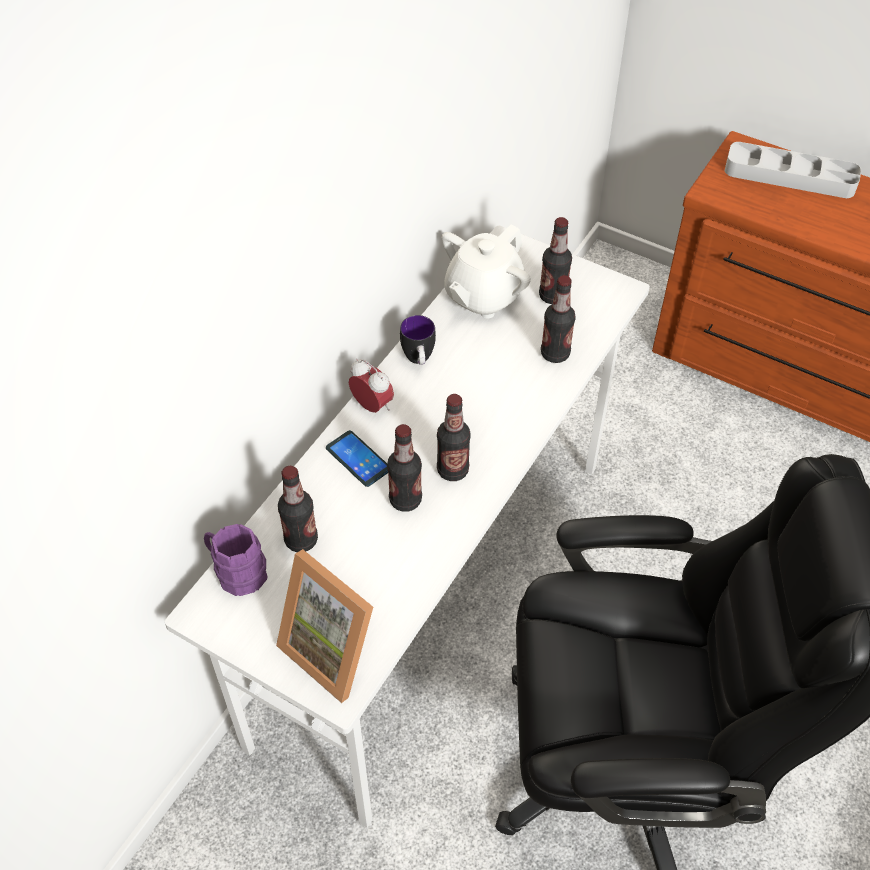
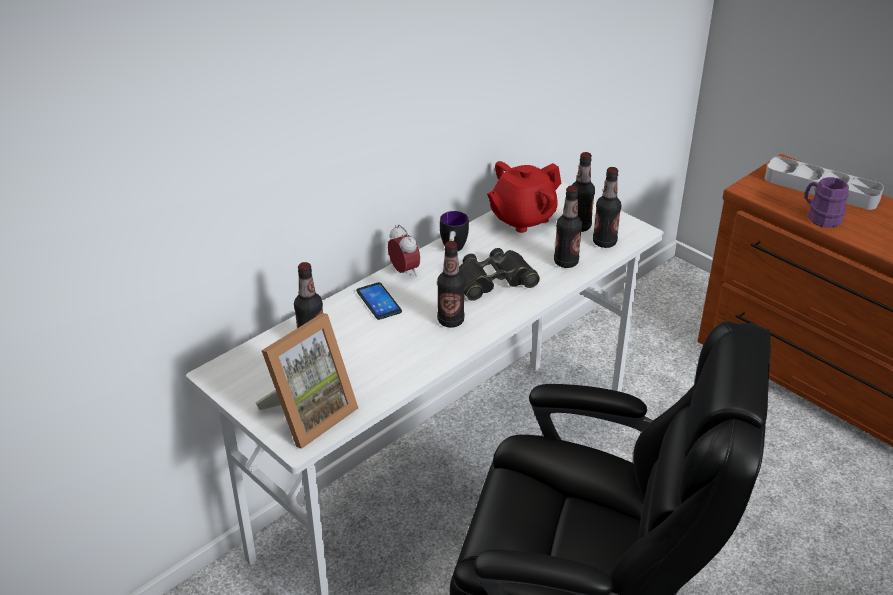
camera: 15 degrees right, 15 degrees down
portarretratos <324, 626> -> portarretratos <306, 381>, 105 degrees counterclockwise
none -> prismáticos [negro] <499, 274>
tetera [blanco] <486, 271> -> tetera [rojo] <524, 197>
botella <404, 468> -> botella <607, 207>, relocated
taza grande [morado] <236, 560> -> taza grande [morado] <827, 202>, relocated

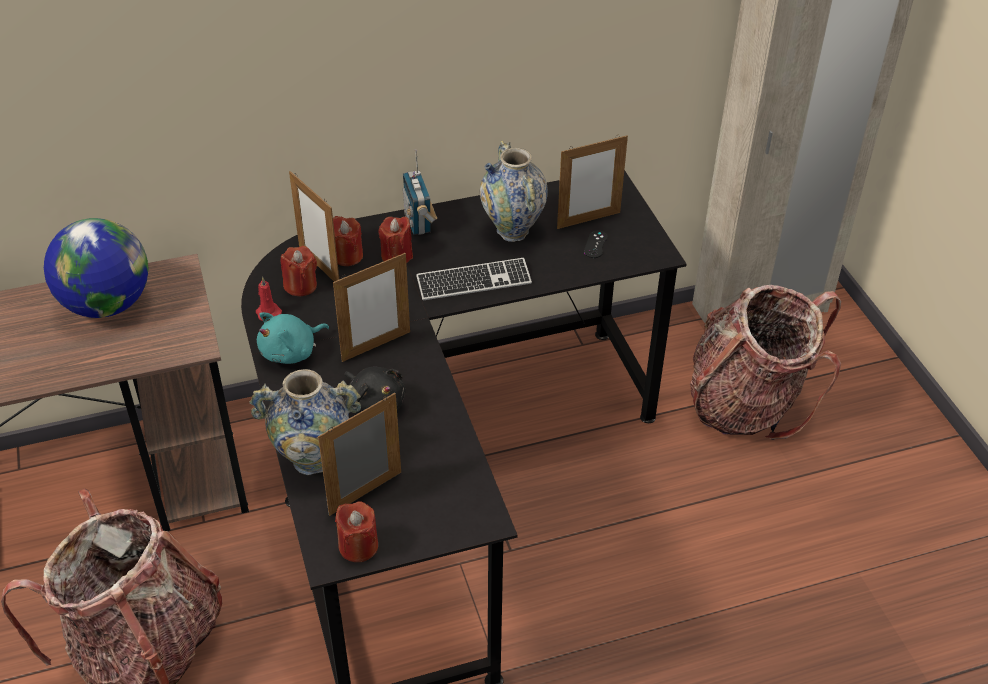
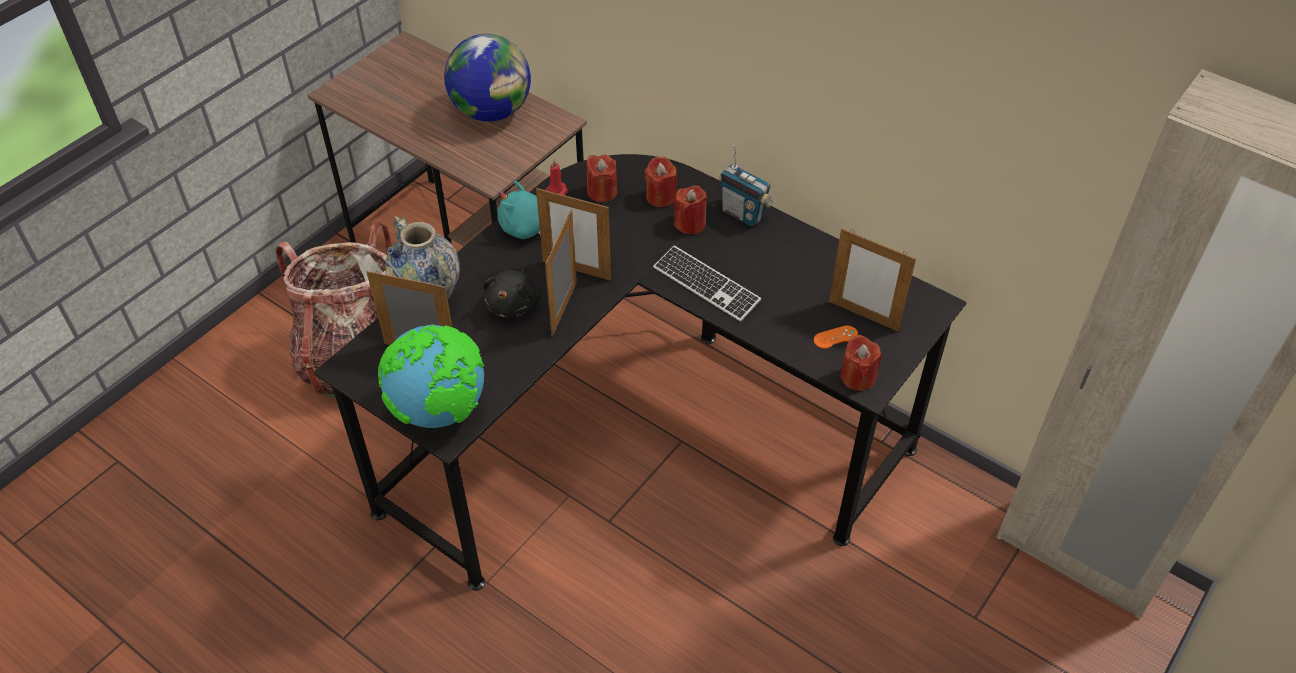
camera: 55 degrees right, 5 degrees up
none -> globo terráqueo <431, 376>
portarretratos <314, 226> -> portarretratos <561, 272>, relocated
radio <420, 192> -> radio <746, 185>, 90 degrees counterclockwise
mando de consola [negro] <596, 244> -> mando de consola [naranja] <836, 337>
vela [rojo] <356, 531> -> vela [rojo] <861, 363>, relocated
florero <514, 191> -> none
mochila <765, 362> -> none

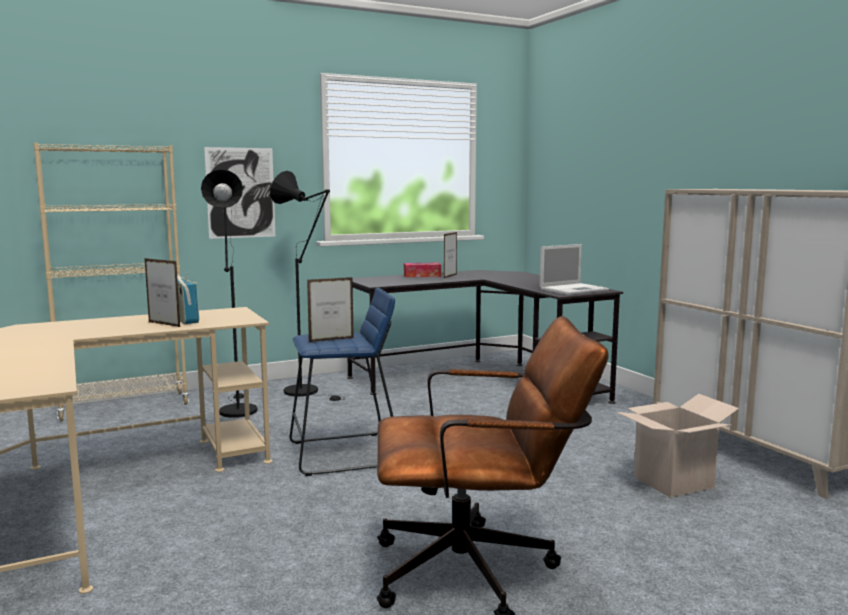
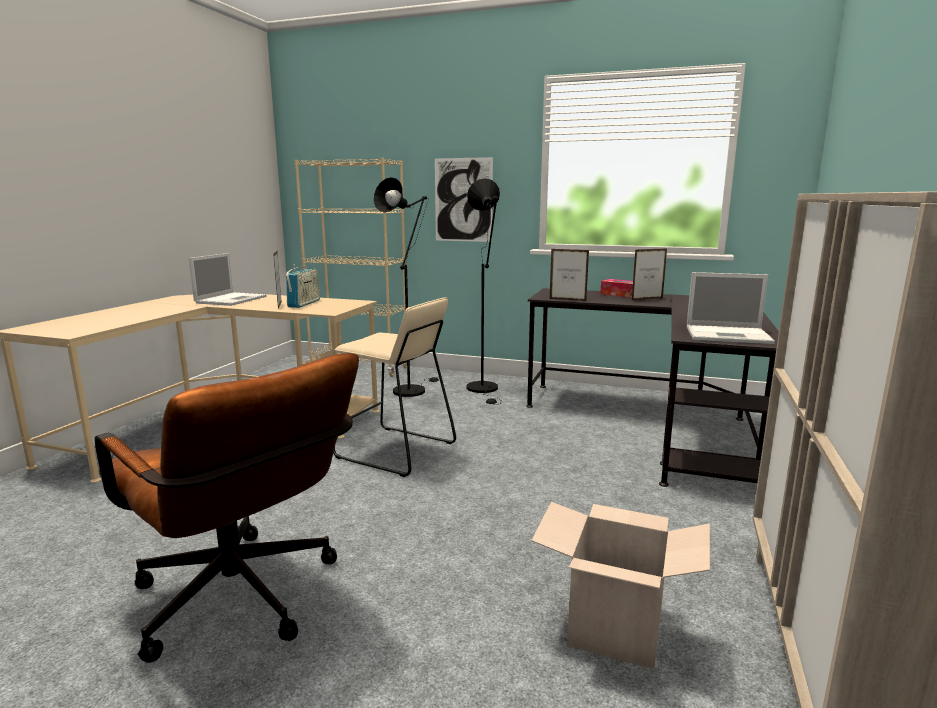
camera: 45 degrees right, 5 degrees up
none -> portátil <228, 279>
taburete [azul] <342, 382> -> taburete [beis] <394, 387>
portarretratos <330, 309> -> portarretratos <569, 275>, relocated

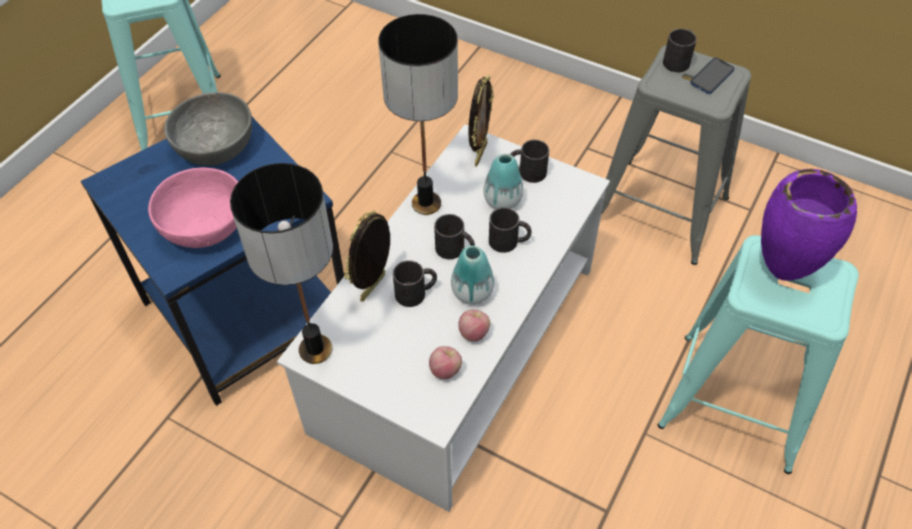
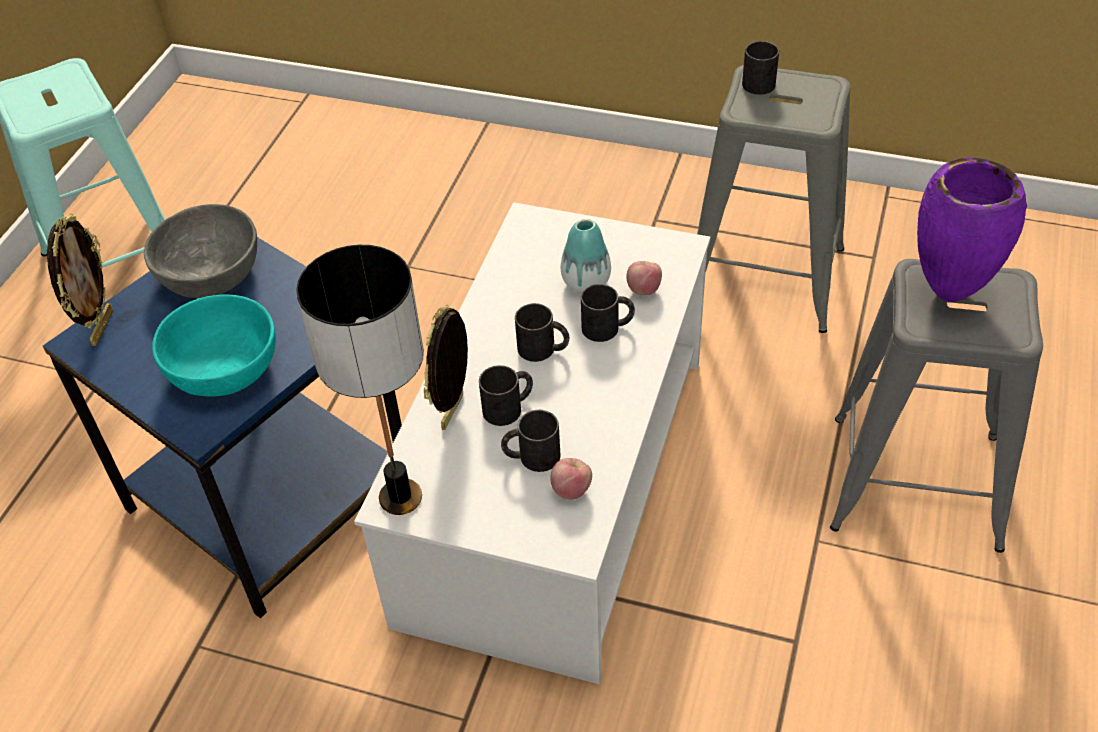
camera: 10 degrees left, 5 degrees down
portarretratos <480, 120> -> portarretratos <80, 280>, relocated
cuenco [rosa] <193, 208> -> cuenco [turquesa] <214, 345>
taza grande [negro] <529, 161> -> taza grande [negro] <530, 441>, relocated
manzana <474, 325> -> manzana <644, 278>, relocated
taburete [turquesa] <758, 354> -> taburete [gris] <936, 406>
lámpara de mesa <418, 114> -> none
florero <472, 275> -> none
móvil <712, 76> -> none

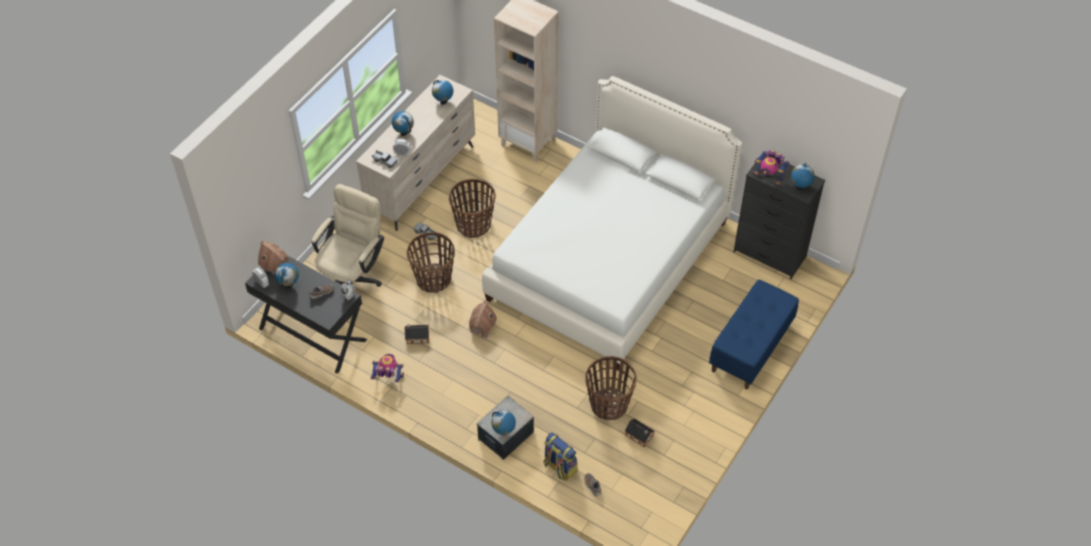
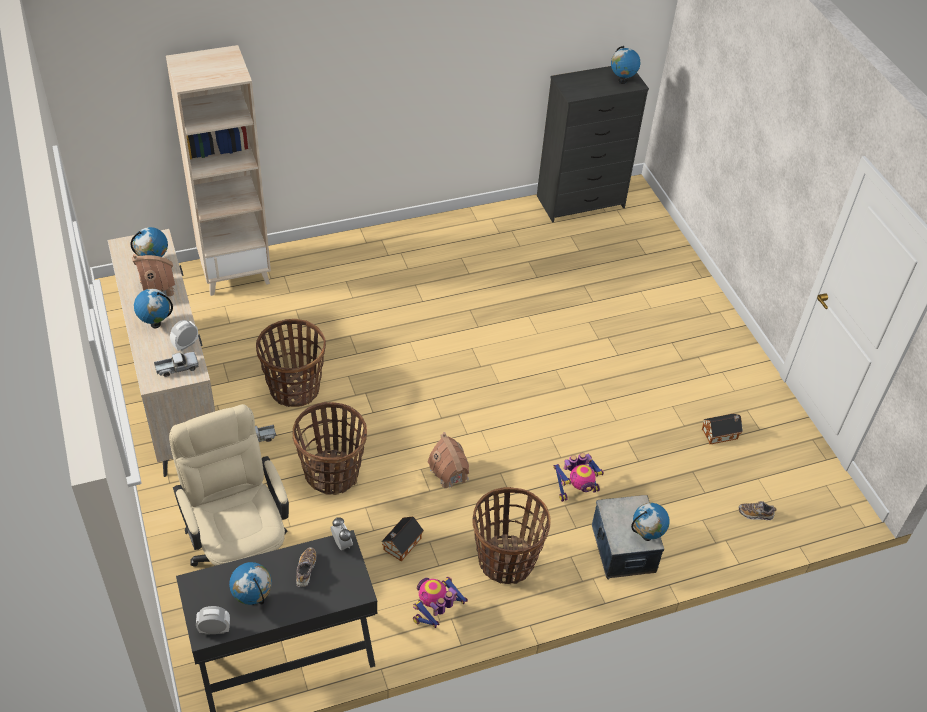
camera: 55 degrees left, 5 degrees down
casita <273, 257> -> casita <154, 275>, relocated
cesta <610, 388> -> cesta <511, 535>, relocated
robot de juguete <771, 168> -> robot de juguete <578, 477>, relocated
cama [blanco] <612, 222> -> none
mochila <561, 456> -> none
banco [azul] <754, 334> -> none

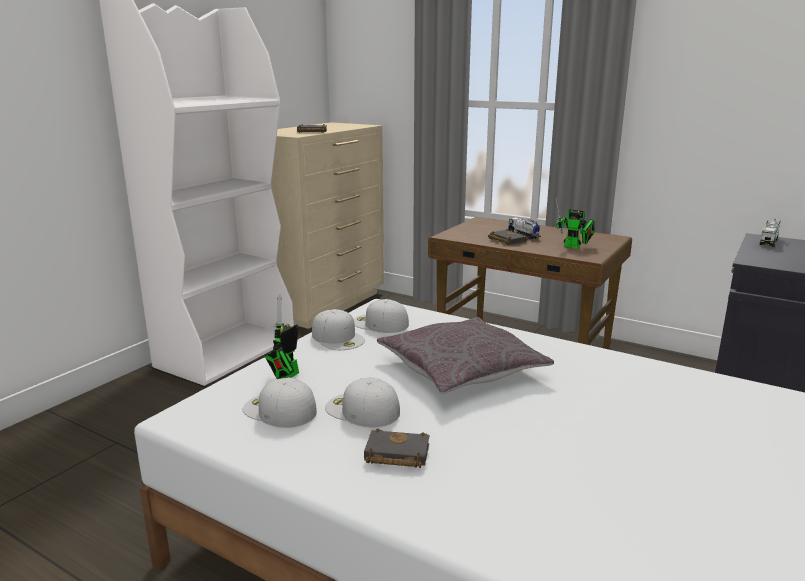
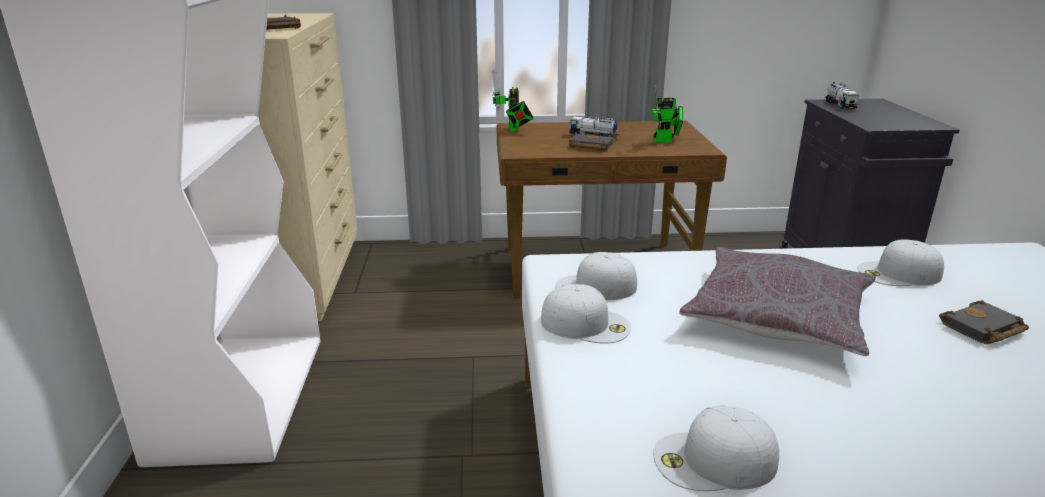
camera: 35 degrees left, 5 degrees up
robot de juguete <282, 336> -> robot de juguete <512, 100>, relocated
gorra [blanco] <362, 402> -> gorra [blanco] <900, 262>, relocated
libro [negro] <396, 448> -> libro [negro] <984, 322>, relocated

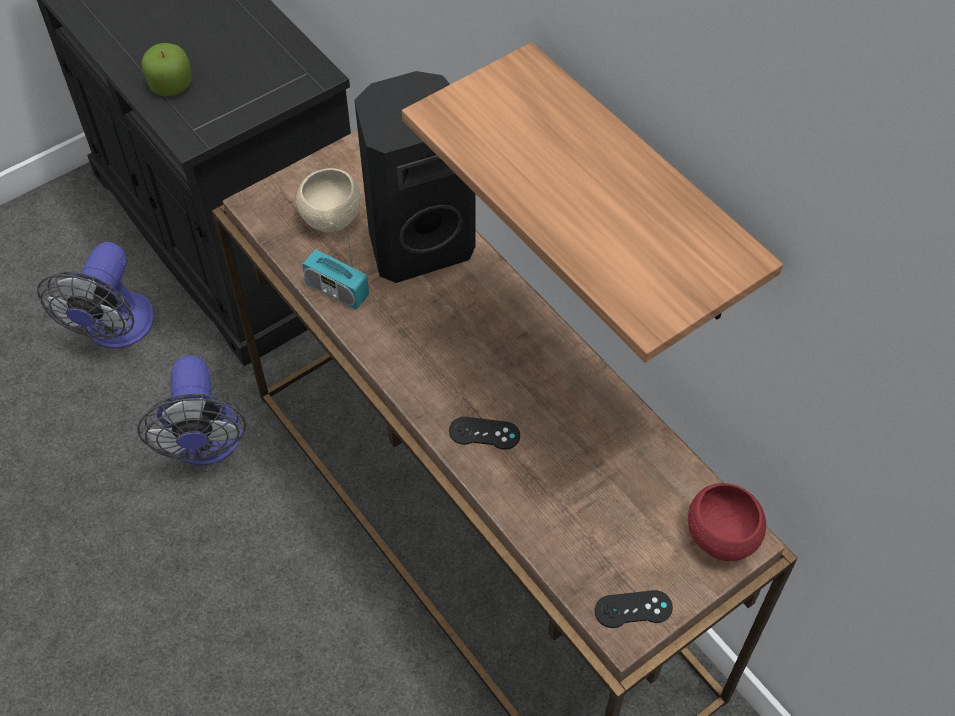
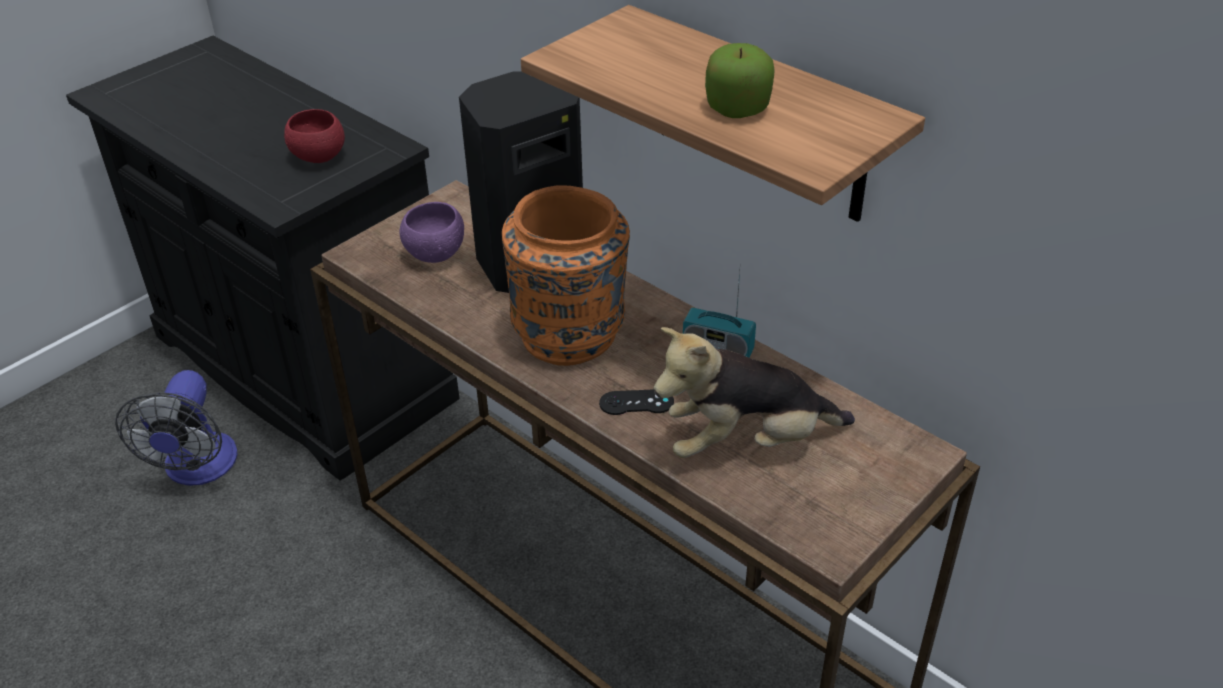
camera: 10 degrees left, 15 degrees down
cuenco [rojo] <727, 522> -> cuenco [rojo] <314, 136>, relocated
cuenco [beis] <328, 200> -> cuenco [morado] <431, 232>
none -> florero [naranja] <566, 275>
none -> peluche <754, 392>
radio <335, 269> -> radio <719, 310>, relocated
manzana <167, 69> -> manzana <740, 80>, relocated
ventilador <191, 410> -> none
mando de consola [negro] <634, 609> -> none

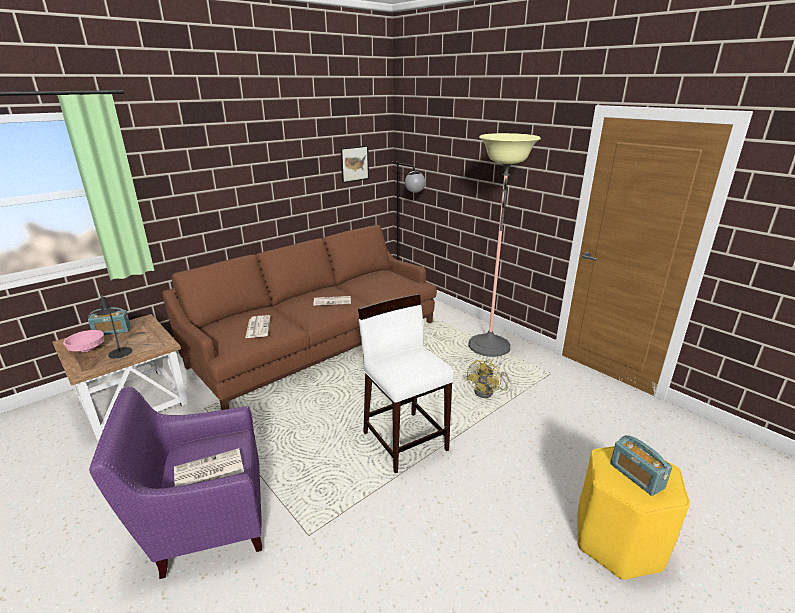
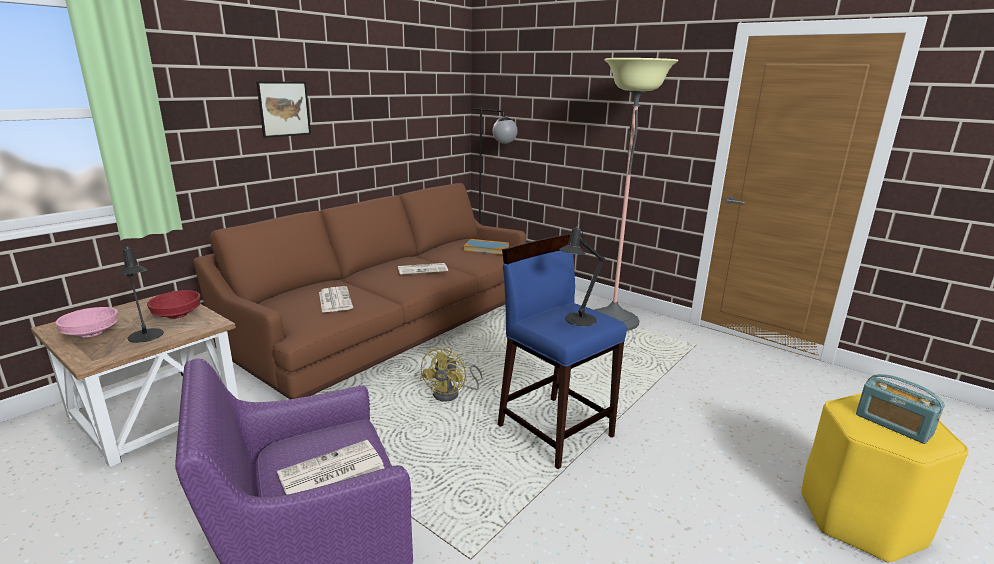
camera: 10 degrees left, 5 degrees down
none -> cuenco [rojo] <173, 304>
cuadro <354, 164> -> cuadro <283, 109>, relocated
ventilador [amarillo] <487, 379> -> ventilador [amarillo] <451, 374>, relocated
none -> libro <486, 247>
taburete [blanco] <406, 383> -> taburete [azul] <562, 351>
none -> lámpara de mesa [negro] <582, 273>
radio <109, 321> -> none

